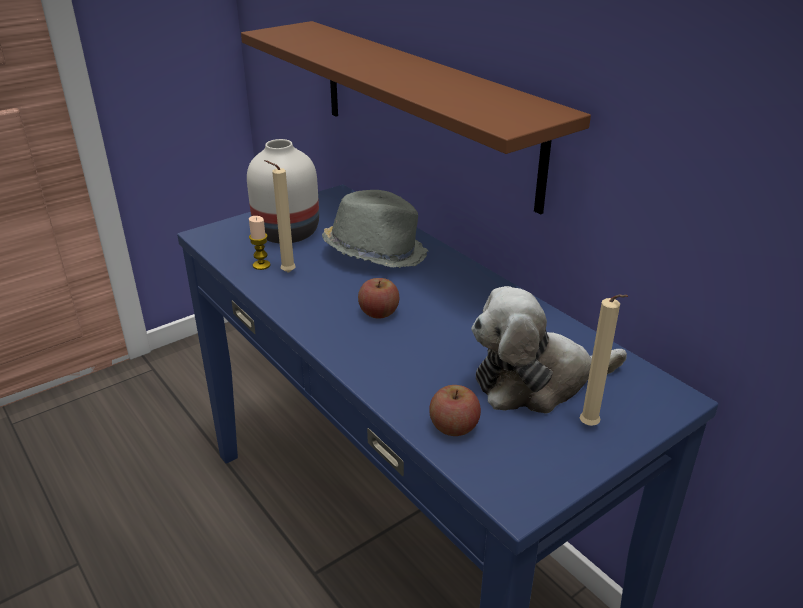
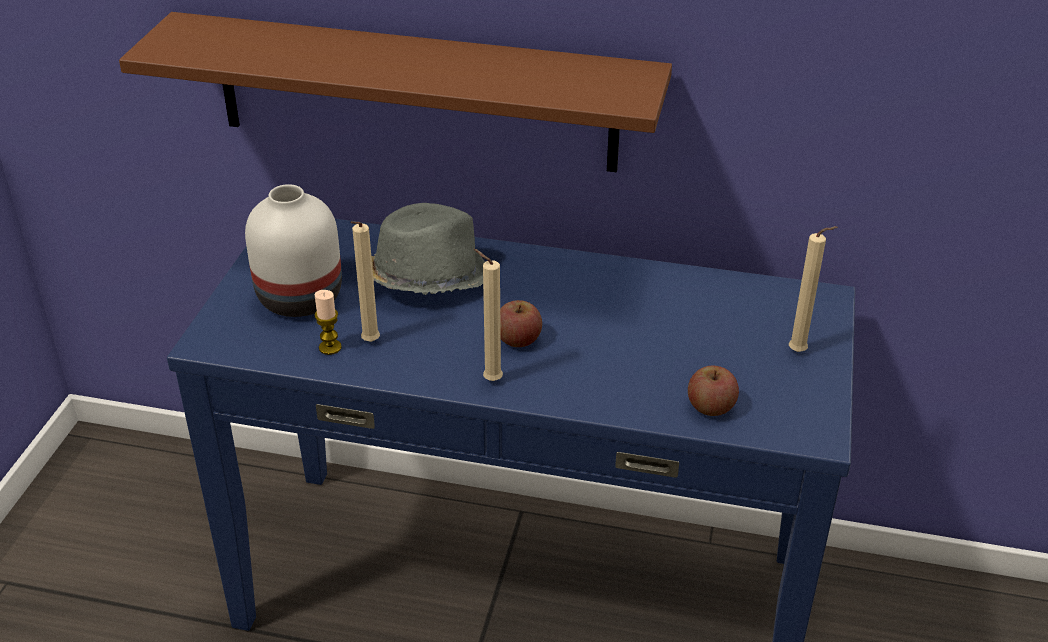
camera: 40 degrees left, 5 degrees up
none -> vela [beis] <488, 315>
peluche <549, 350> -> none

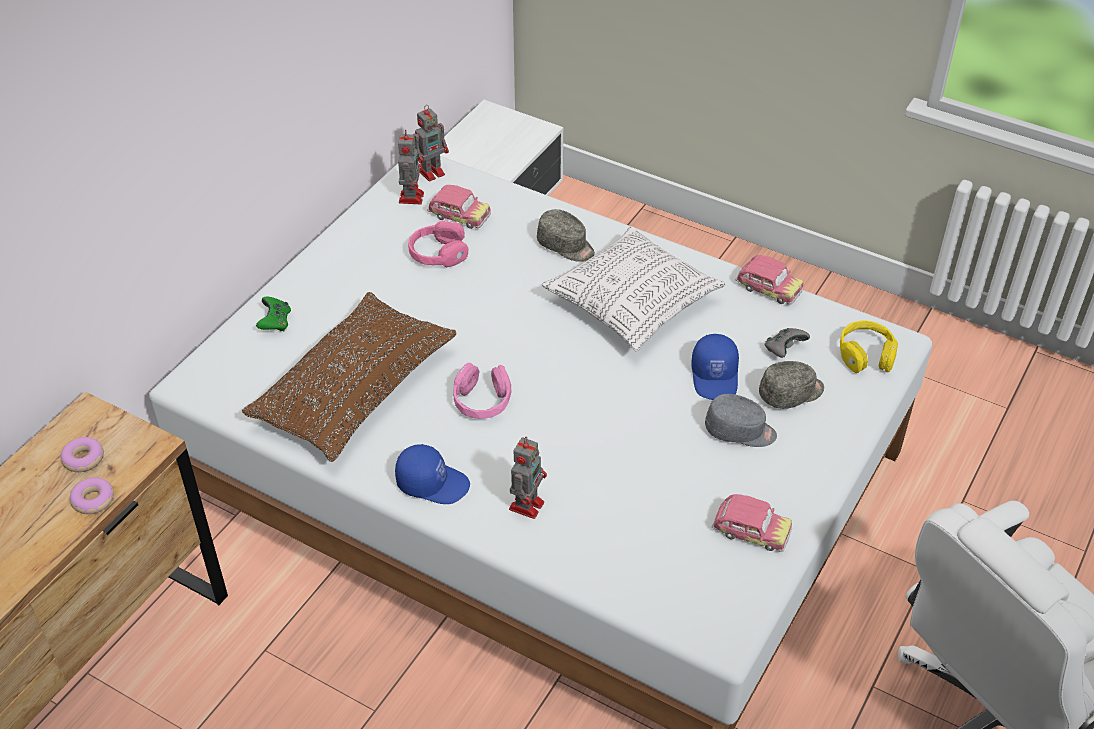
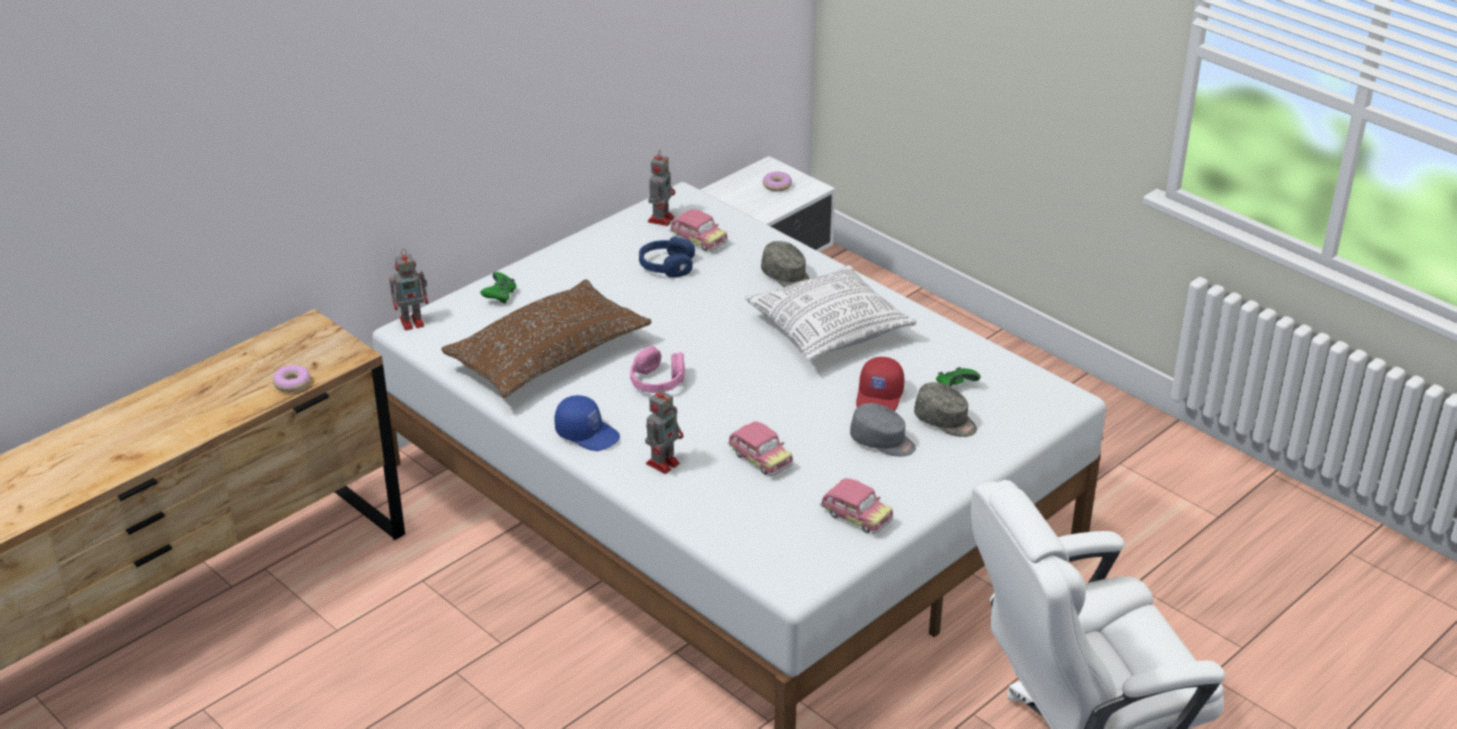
camera: 15 degrees right, 10 degrees down
robot de juguete <431, 143> -> robot de juguete <408, 289>, relocated
auriculares [rosa] <438, 244> -> auriculares [azul] <667, 256>
coche de juguete <769, 280> -> coche de juguete <760, 448>, relocated
rosquilla <82, 454> -> rosquilla <777, 182>, relocated
gorra [azul] <715, 367> -> gorra [rojo] <880, 384>
gorra [gris] <791, 385> -> gorra [gris] <945, 409>, 45 degrees clockwise
mando de consola [gris] <787, 343> -> mando de consola [verde] <958, 377>
auriculares [amarillo] <869, 347> -> none

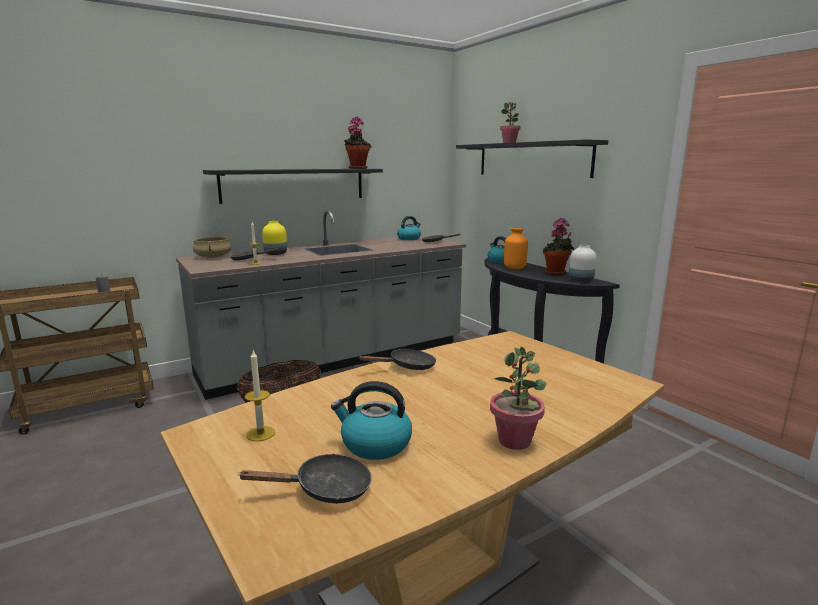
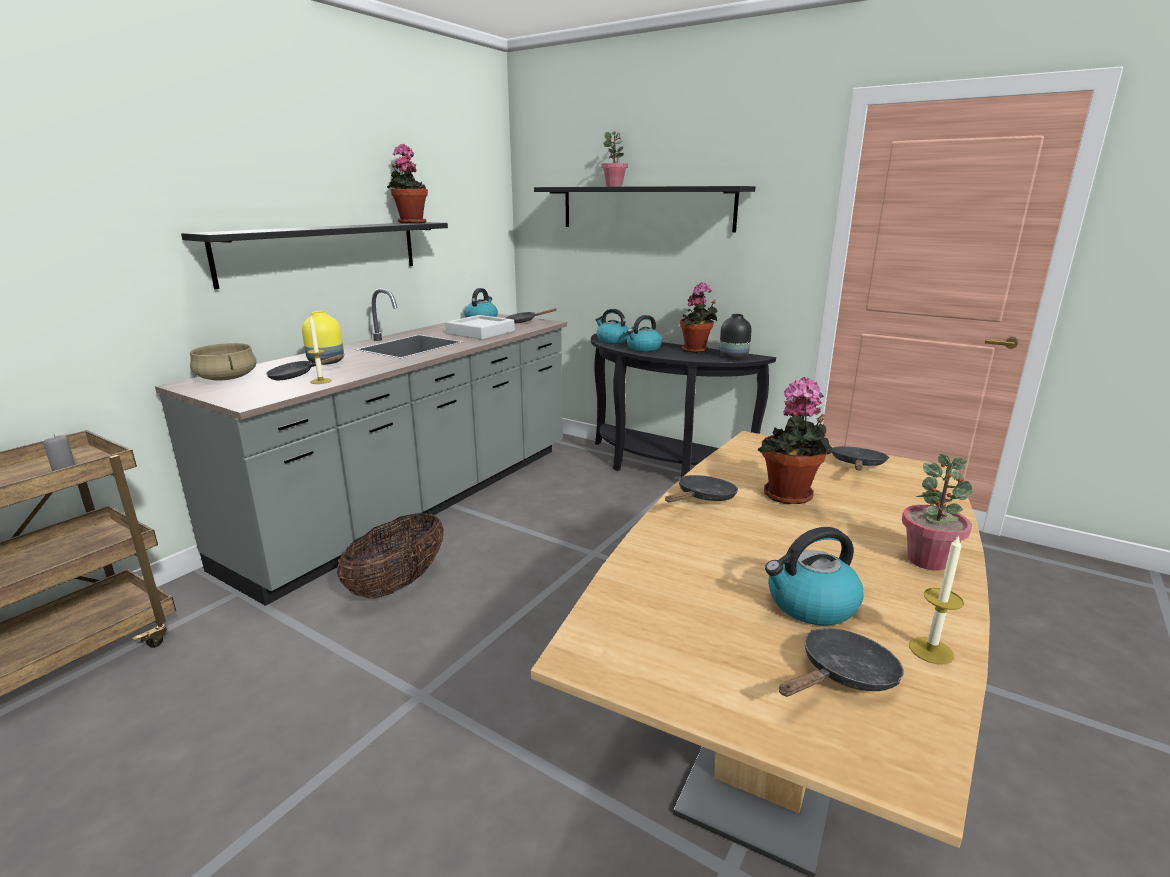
camera: 25 degrees left, 5 degrees up
none -> bandeja [gris] <480, 327>
florero [naranja] <516, 248> -> hervidor <644, 333>
florero [blanco] <583, 263> -> florero [negro] <736, 336>
none -> planta en maceta <795, 440>
none -> sartén [negro] <860, 458>
vela <260, 396> -> vela <936, 599>, relocated

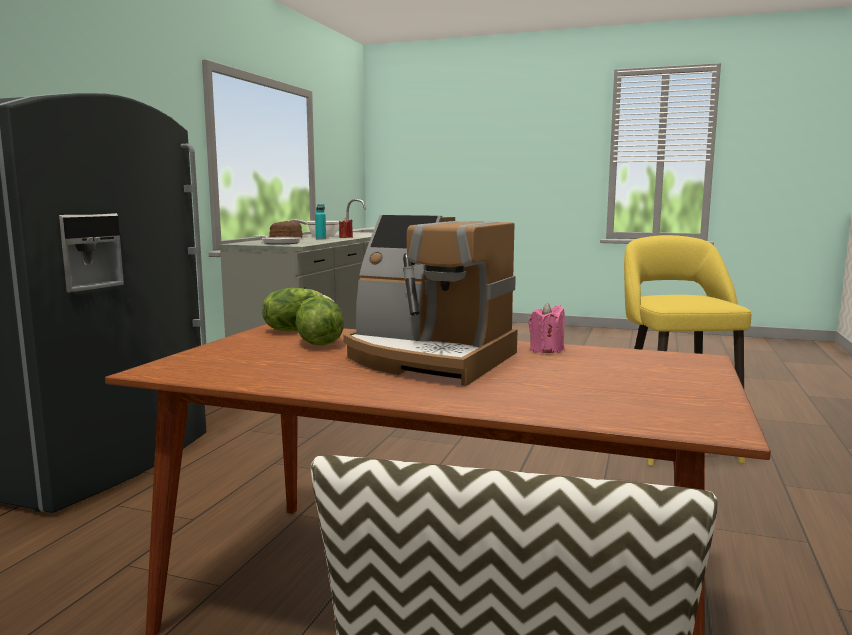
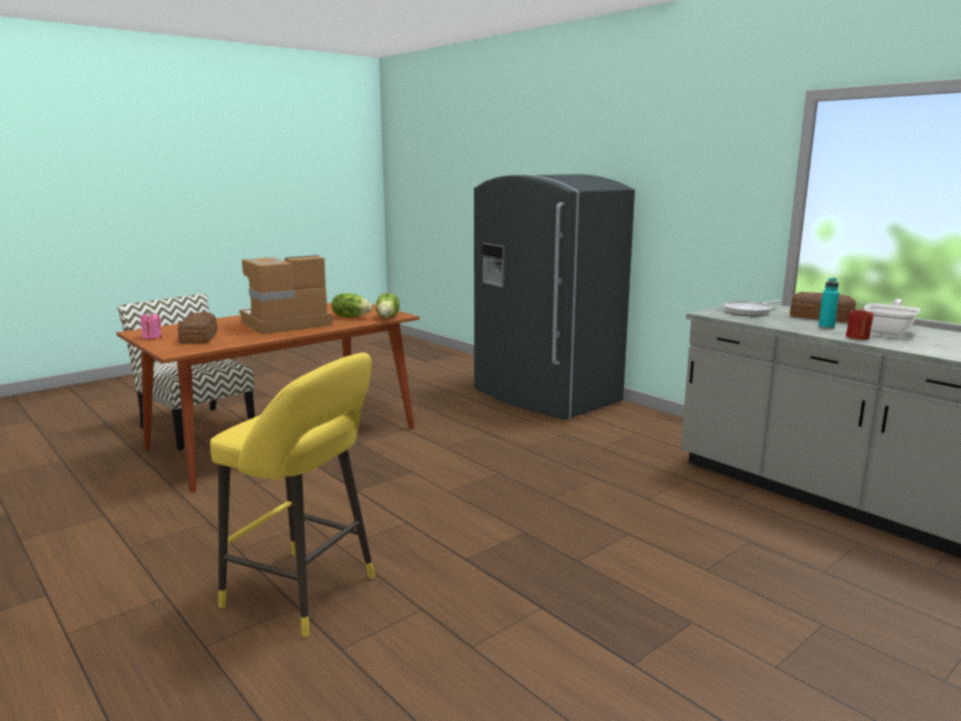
camera: 120 degrees right, 5 degrees up
vela [rosa] <546, 328> -> vela [rosa] <151, 325>, relocated
none -> pan <198, 328>

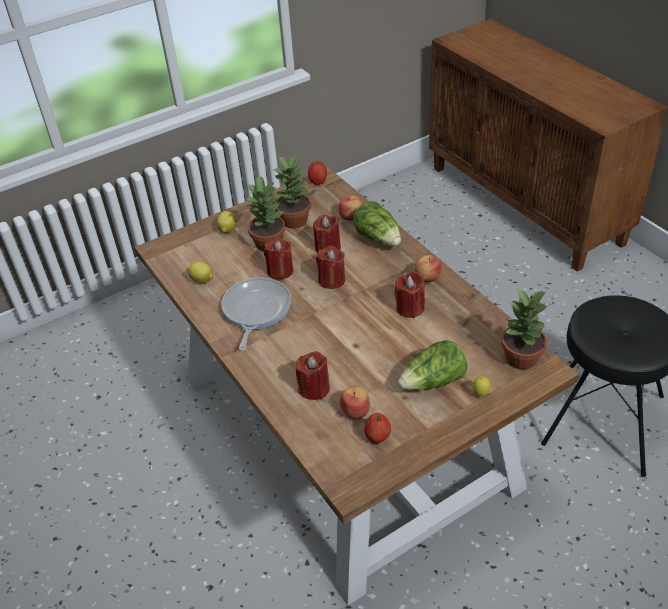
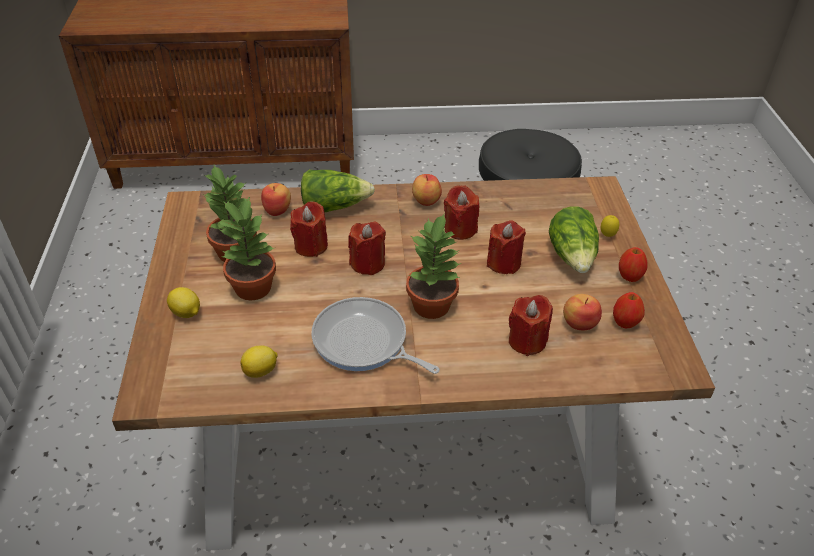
camera: 65 degrees left, 0 degrees up
planta en maceta <524, 329> -> planta en maceta <433, 266>, relocated
vela [rojo] <278, 258> -> vela [rojo] <506, 247>, relocated
manzana <317, 172> -> manzana <633, 264>, relocated

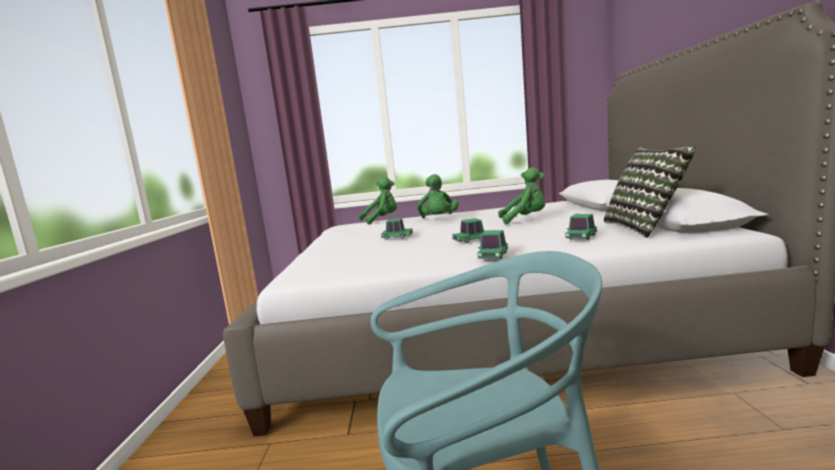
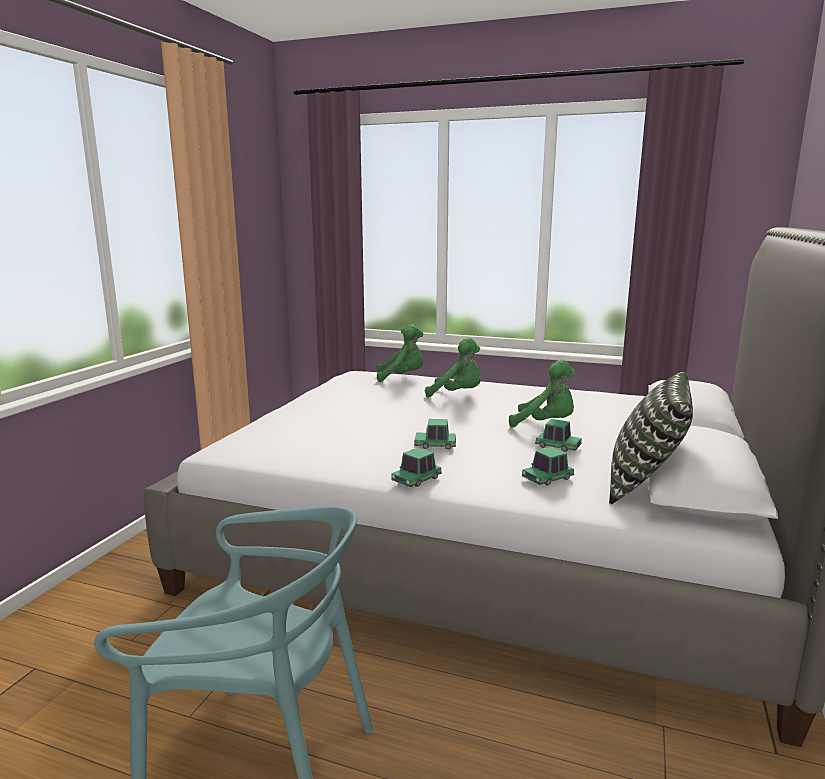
camera: 20 degrees right, 5 degrees up
peluche [verde] <438, 196> -> peluche [verde] <453, 367>, 90 degrees counterclockwise
coche de juguete <397, 229> -> coche de juguete <558, 435>, relocated

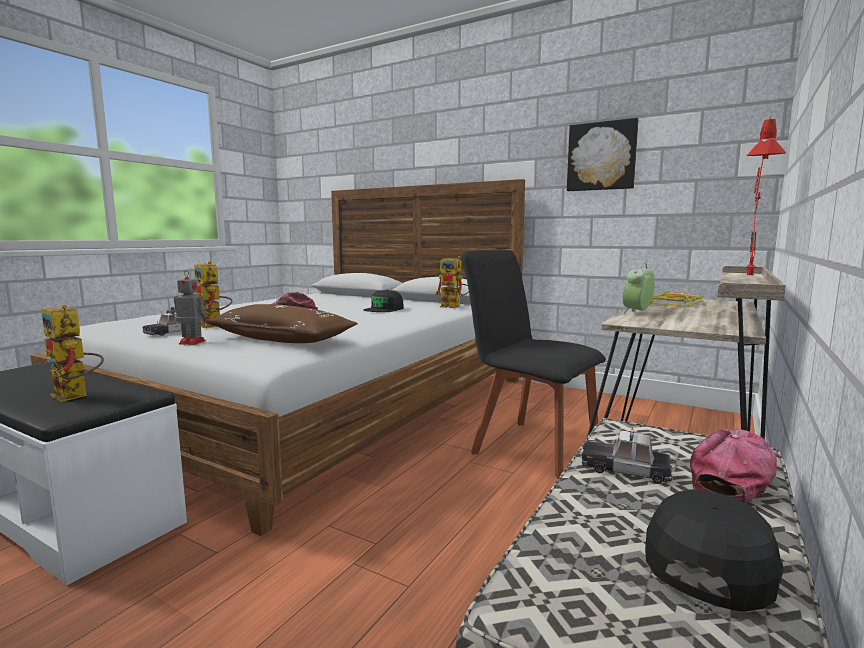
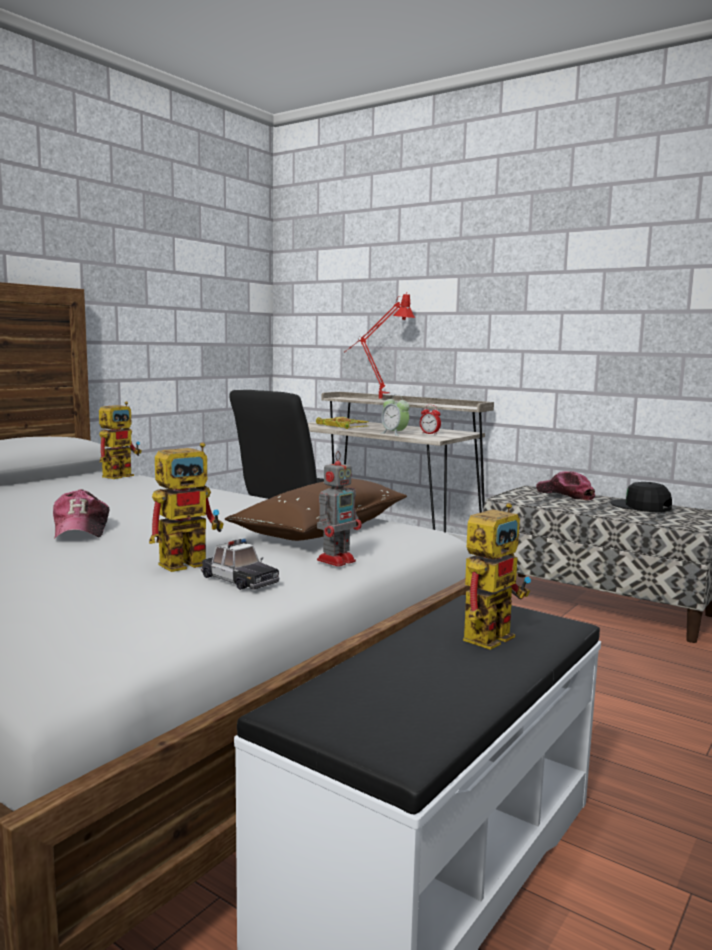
camera: 85 degrees left, 0 degrees up
robot de juguete <190, 307> -> robot de juguete <339, 509>, 150 degrees counterclockwise
none -> despertador <430, 419>
gorra [negro] <384, 301> -> none
cuadro <603, 154> -> none
coche de juguete <627, 456> -> none

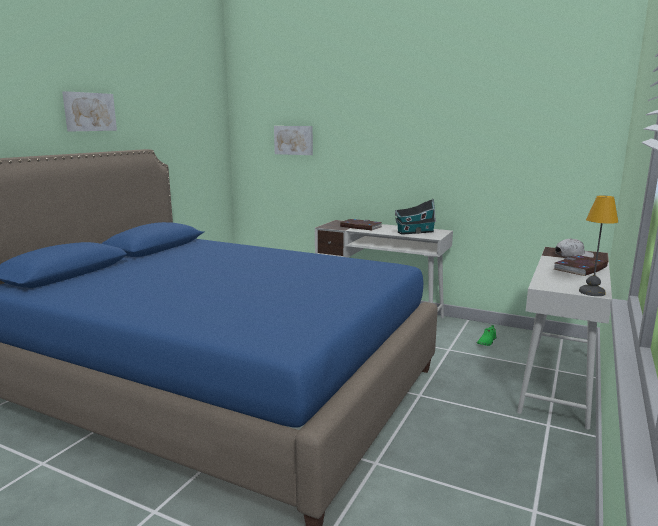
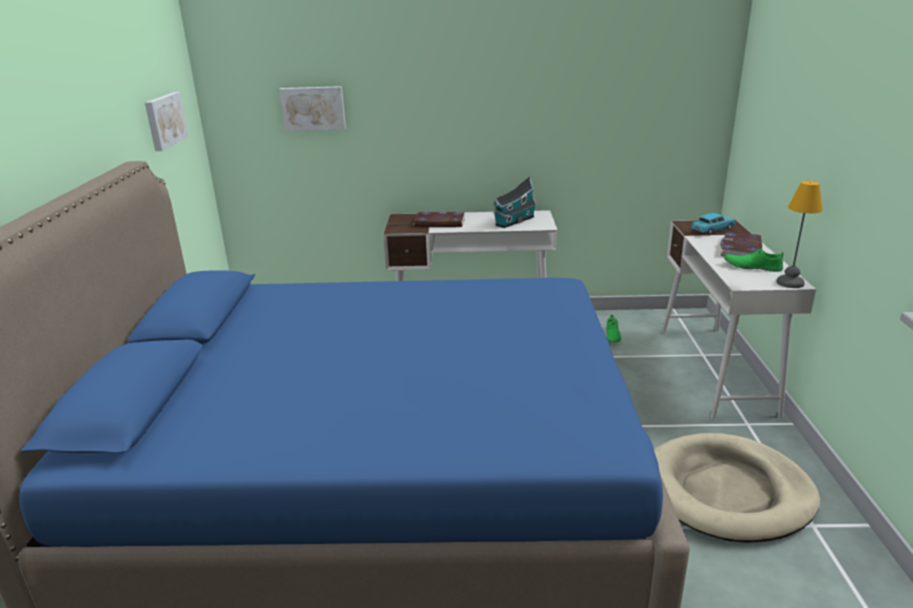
camera: 25 degrees left, 10 degrees up
cuadro <89, 111> -> cuadro <167, 121>, relocated
none -> cama para perro [beis] <737, 488>
gorra [blanco] <574, 248> -> coche de juguete [turquesa] <713, 224>
none -> zapato [verde] <753, 260>

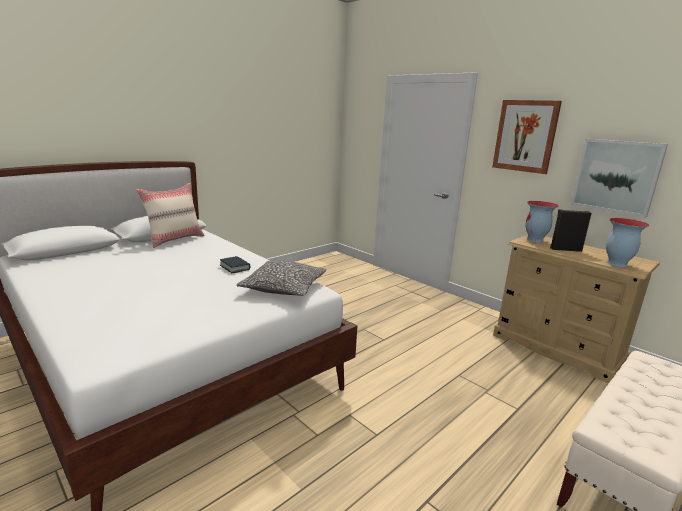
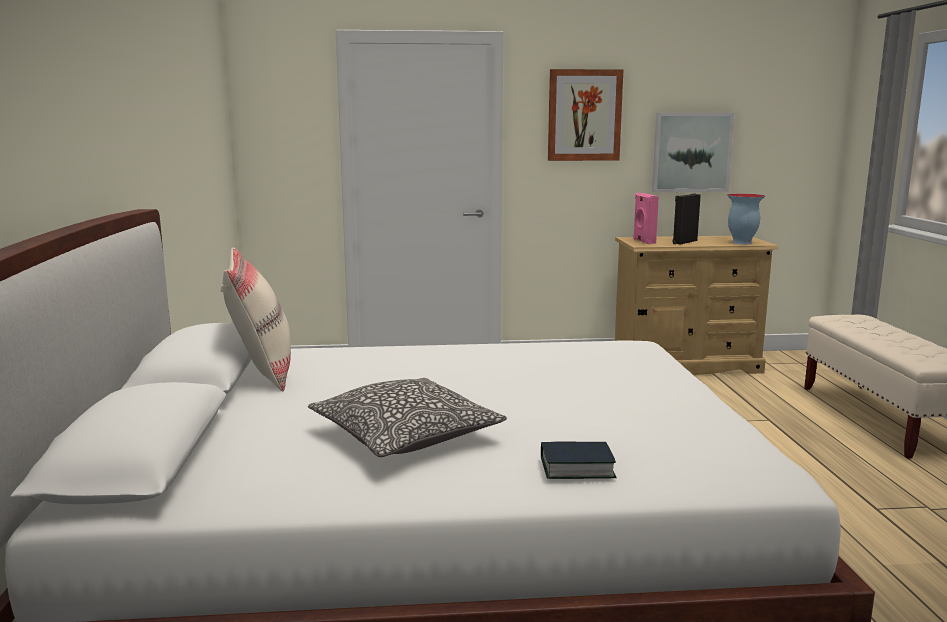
camera: 50 degrees left, 5 degrees down
cojín <282, 278> -> cojín <407, 417>, relocated
libro <235, 264> -> libro <579, 460>, relocated
florero <542, 222> -> altavoz [rosa] <646, 218>

